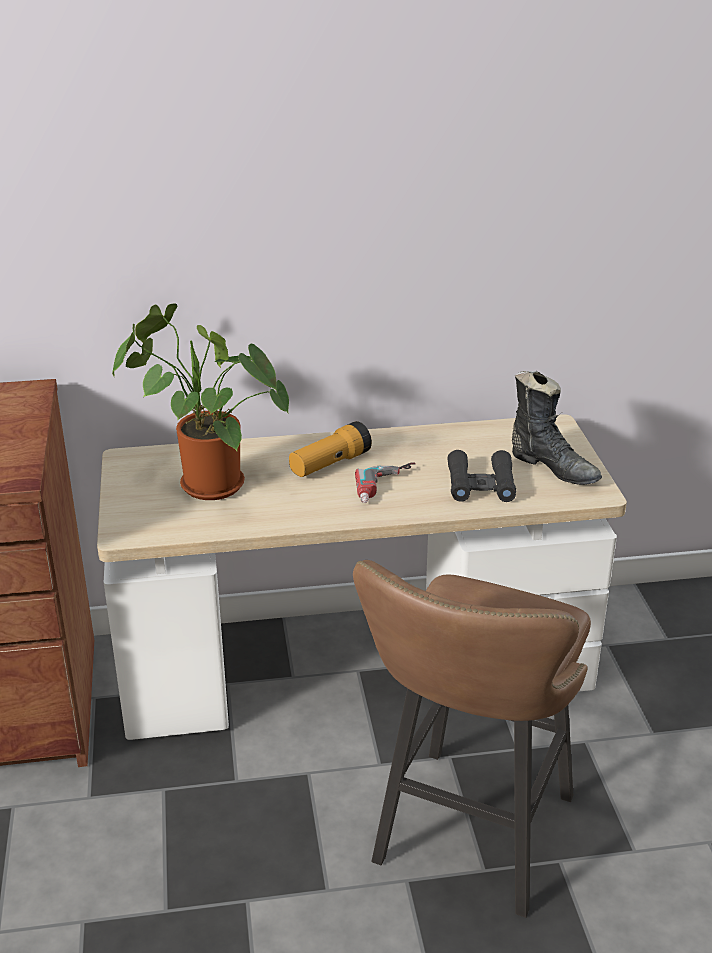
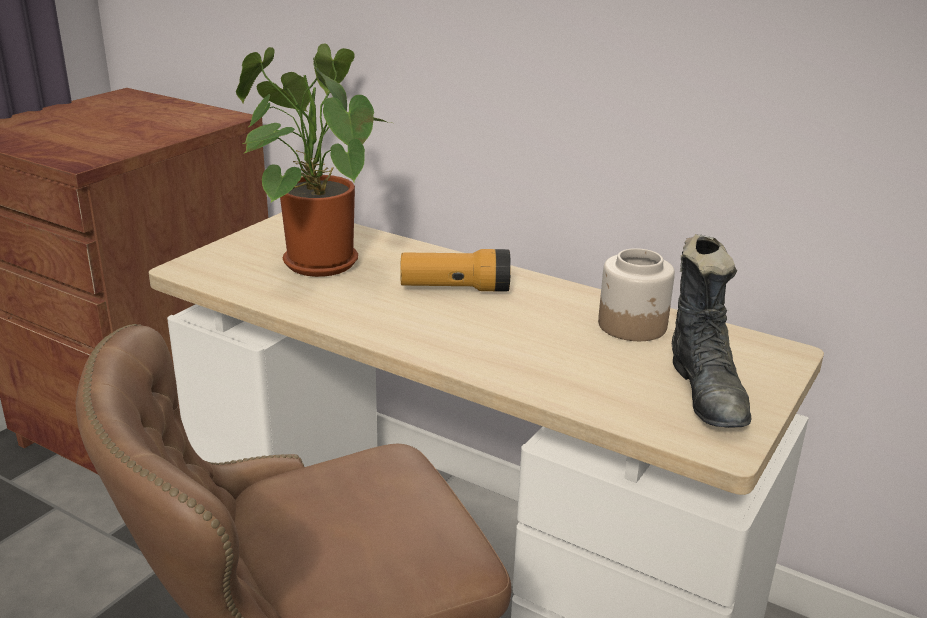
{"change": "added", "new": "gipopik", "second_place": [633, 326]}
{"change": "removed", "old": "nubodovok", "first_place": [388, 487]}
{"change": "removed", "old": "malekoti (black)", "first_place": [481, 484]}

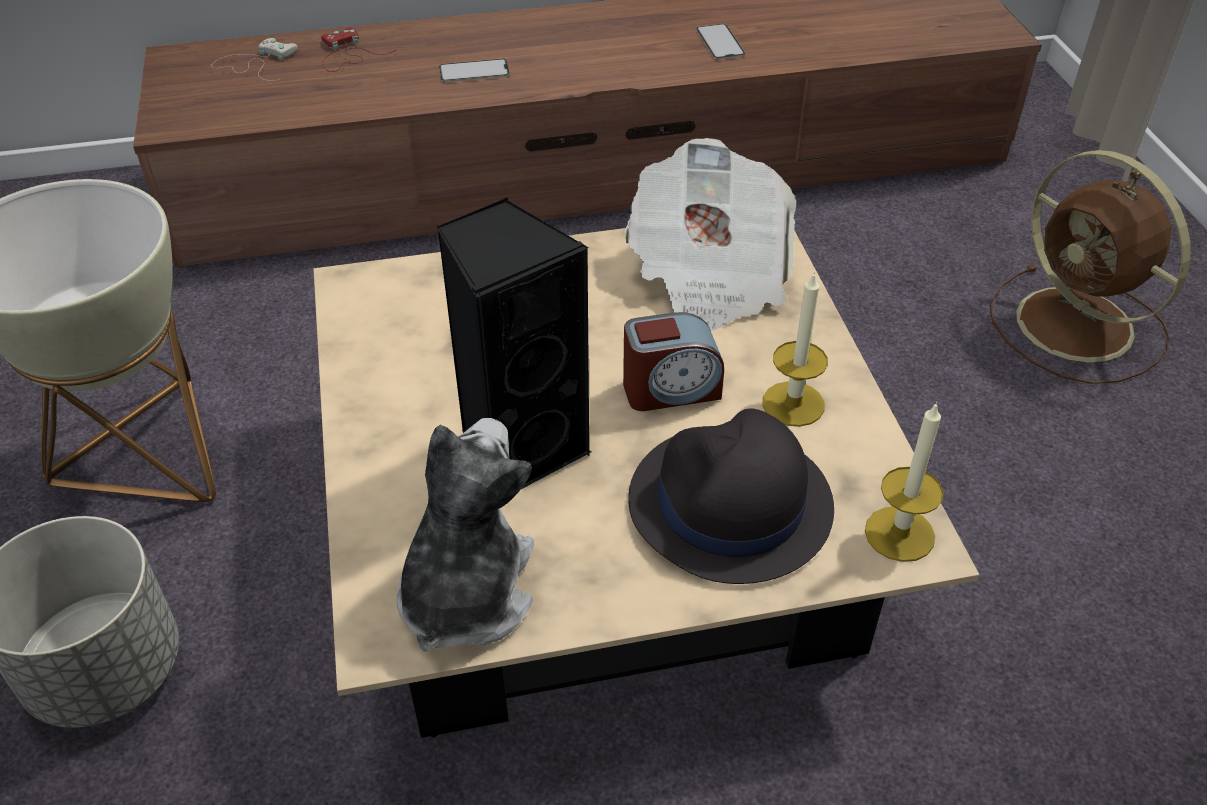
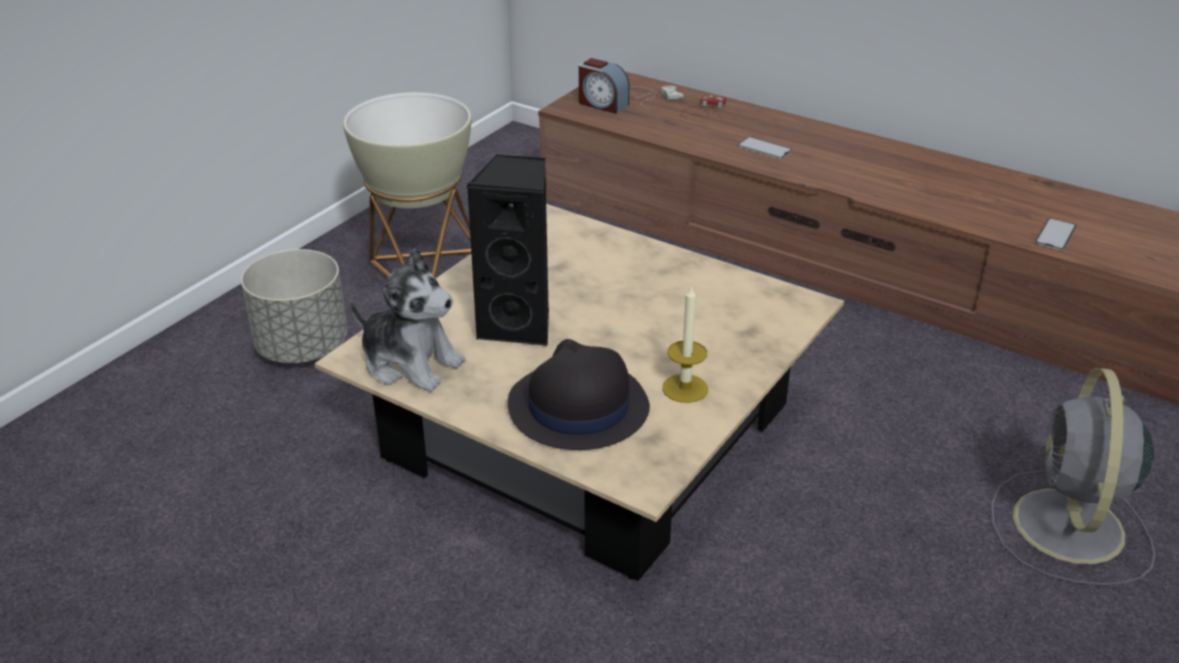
{"change": "turned", "old": "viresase", "first_place": [466, 592], "second_place": [411, 363], "degrees": 60}
{"change": "moved", "old": "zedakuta", "first_place": [671, 389], "second_place": [602, 104]}
{"change": "recoloured", "old": "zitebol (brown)", "new": "zitebol (grey)", "first_place": [1078, 327], "second_place": [1069, 529]}
{"change": "moved", "old": "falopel", "first_place": [720, 42], "second_place": [1055, 235]}
{"change": "removed", "old": "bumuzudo", "first_place": [708, 276]}
{"change": "removed", "old": "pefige", "first_place": [899, 534]}

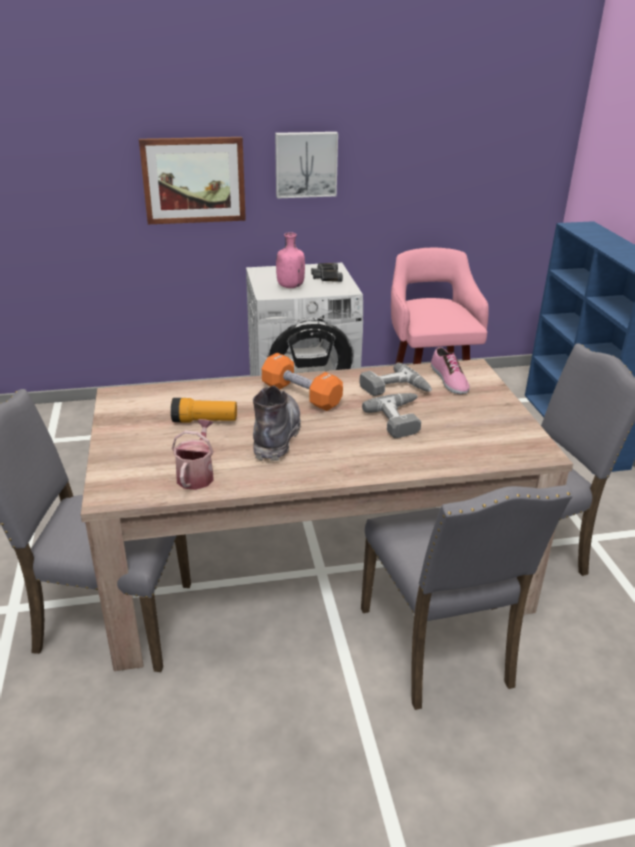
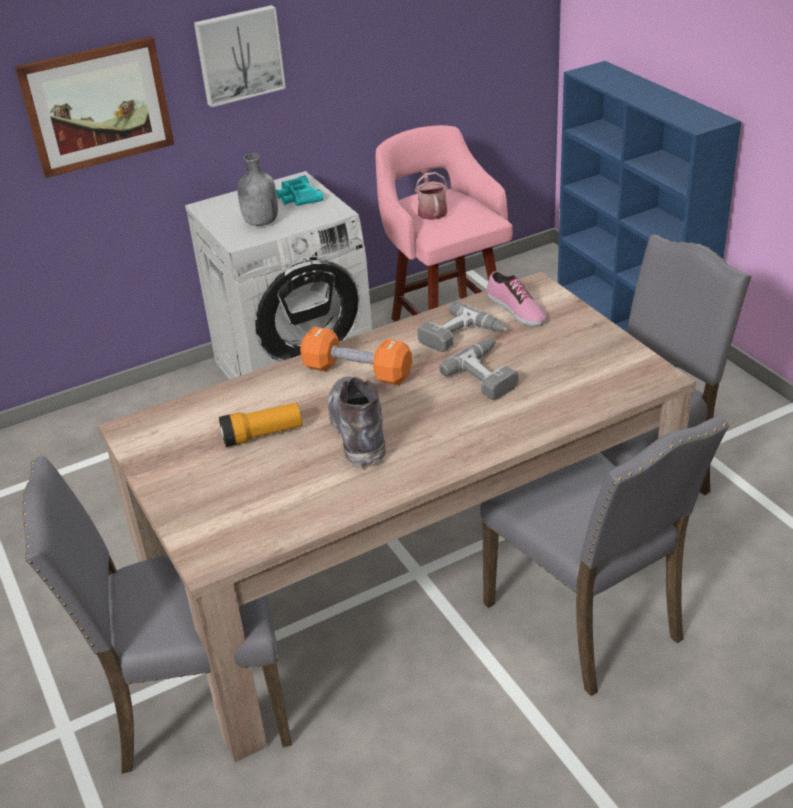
{"change": "recoloured", "old": "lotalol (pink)", "new": "lotalol (grey)", "first_place": [290, 286], "second_place": [260, 222]}
{"change": "recoloured", "old": "malekoti (black)", "new": "malekoti (turquoise)", "first_place": [326, 276], "second_place": [298, 197]}
{"change": "moved", "old": "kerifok", "first_place": [197, 474], "second_place": [431, 210]}

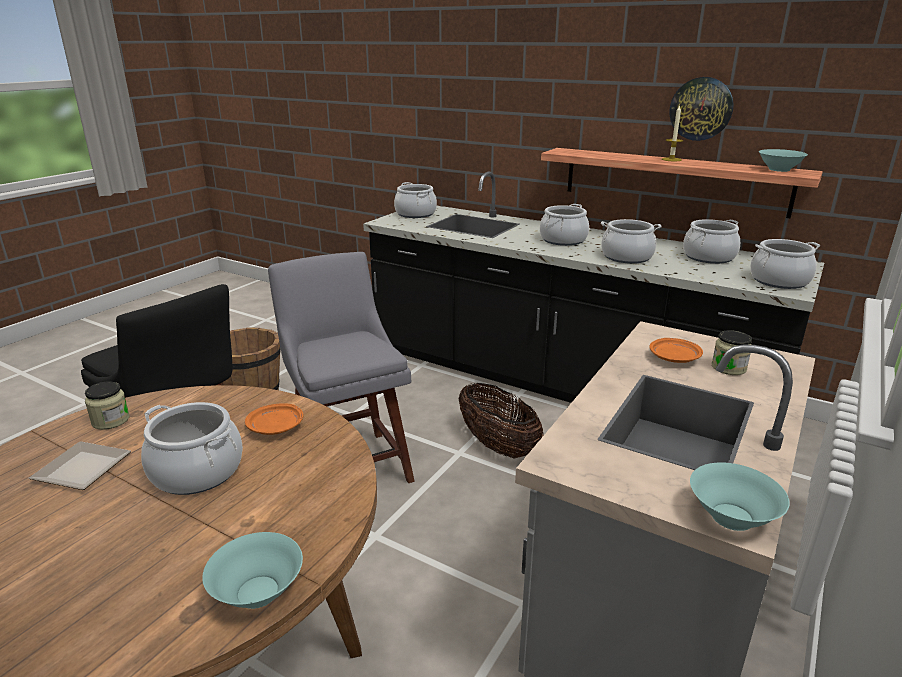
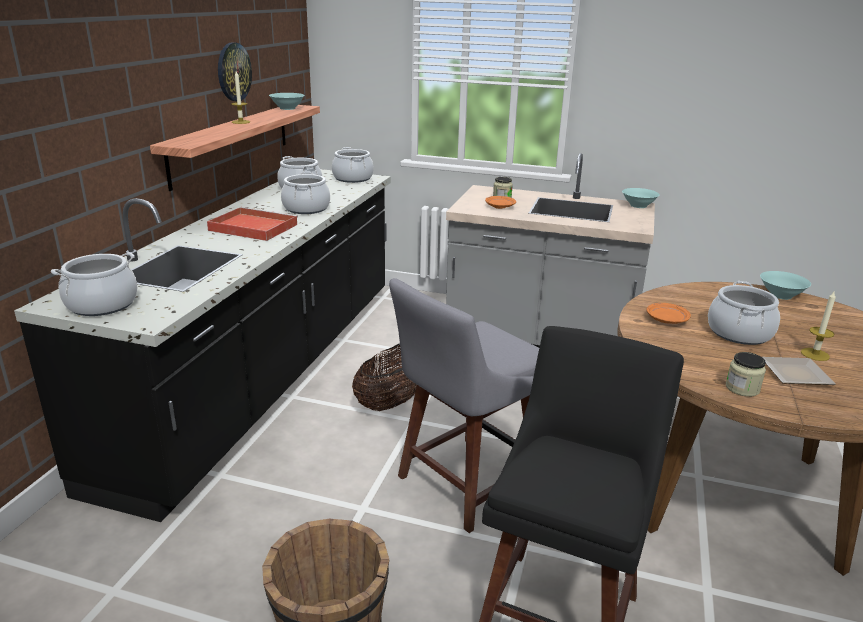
{"change": "replaced", "old": "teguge", "new": "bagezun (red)", "first_place": [563, 240], "second_place": [251, 227]}
{"change": "added", "new": "pefige", "second_place": [815, 354]}

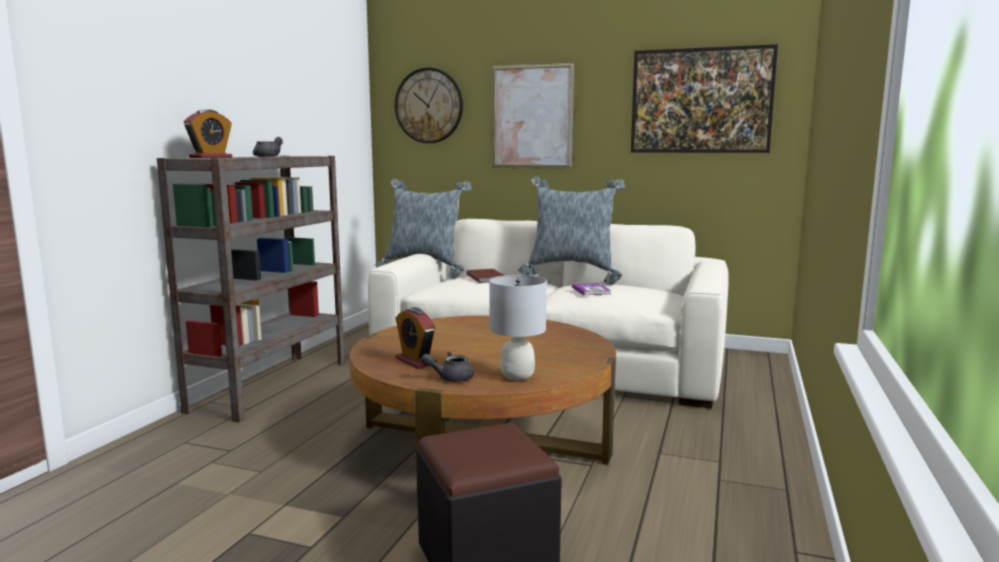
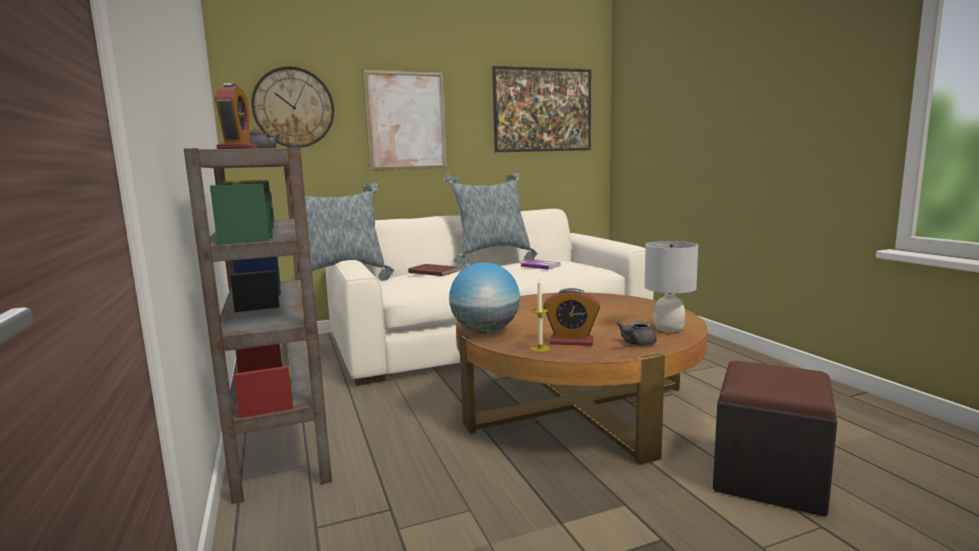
{"change": "added", "new": "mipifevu", "second_place": [485, 331]}
{"change": "added", "new": "pefige", "second_place": [540, 348]}

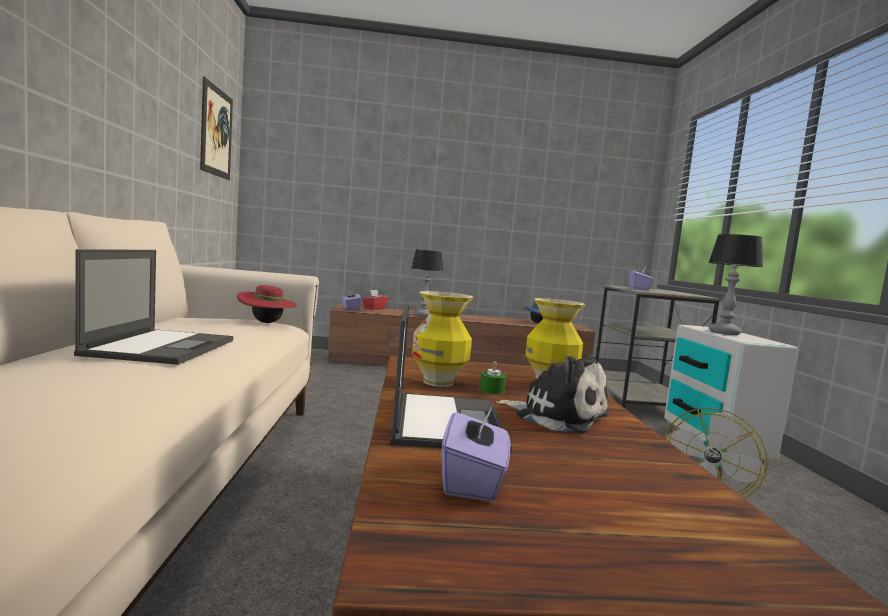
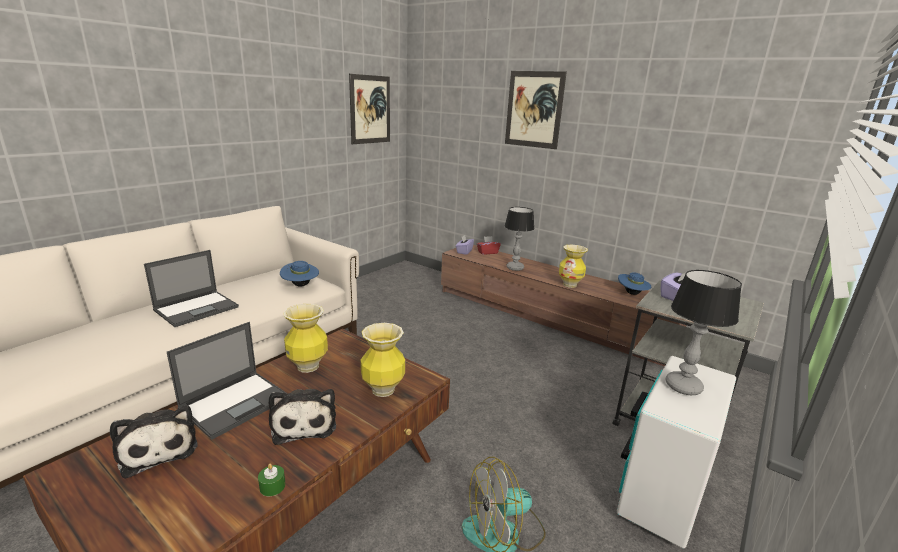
{"change": "replaced", "old": "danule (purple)", "new": "viresase", "first_place": [473, 481], "second_place": [158, 448]}
{"change": "moved", "old": "pefige (green)", "first_place": [492, 390], "second_place": [272, 486]}
{"change": "recoloured", "old": "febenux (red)", "new": "febenux (blue)", "first_place": [266, 322], "second_place": [300, 285]}
{"change": "added", "new": "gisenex", "second_place": [534, 109]}
{"change": "added", "new": "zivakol", "second_place": [570, 285]}

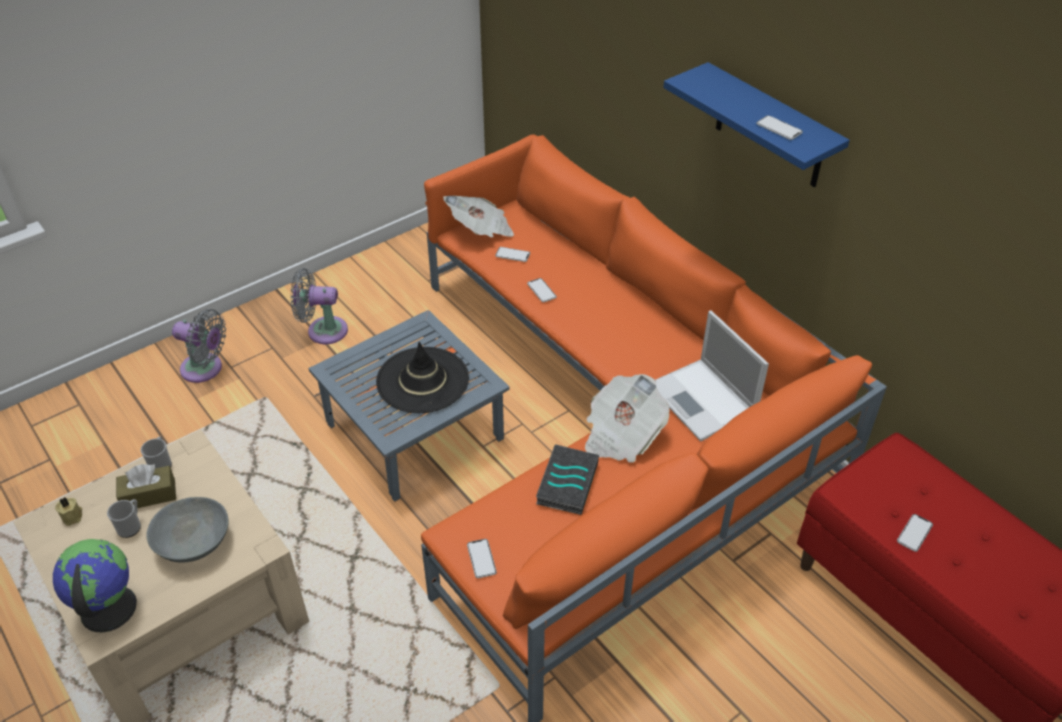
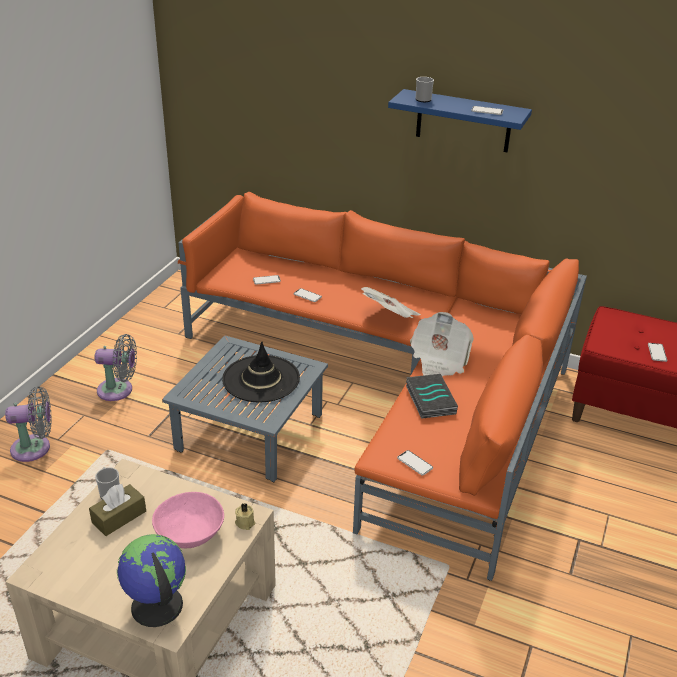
{"change": "turned", "old": "zitebol (grey)", "first_place": [323, 330], "second_place": [119, 390], "degrees": -150}
{"change": "recoloured", "old": "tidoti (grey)", "new": "tidoti (pink)", "first_place": [193, 544], "second_place": [190, 534]}
{"change": "moved", "old": "pefige (beige)", "first_place": [73, 516], "second_place": [245, 522]}
{"change": "moved", "old": "bumuzudo", "first_place": [480, 229], "second_place": [390, 317]}
{"change": "moved", "old": "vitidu", "first_place": [131, 526], "second_place": [423, 99]}
{"change": "removed", "old": "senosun", "first_place": [703, 401]}

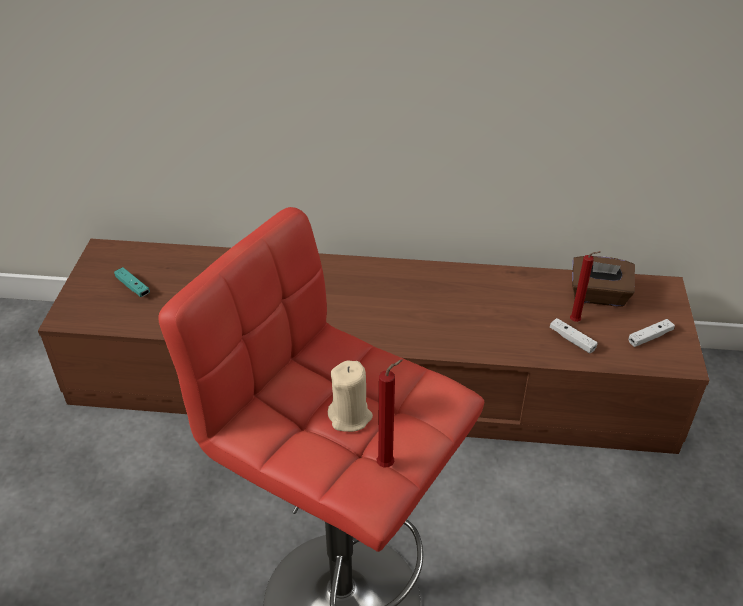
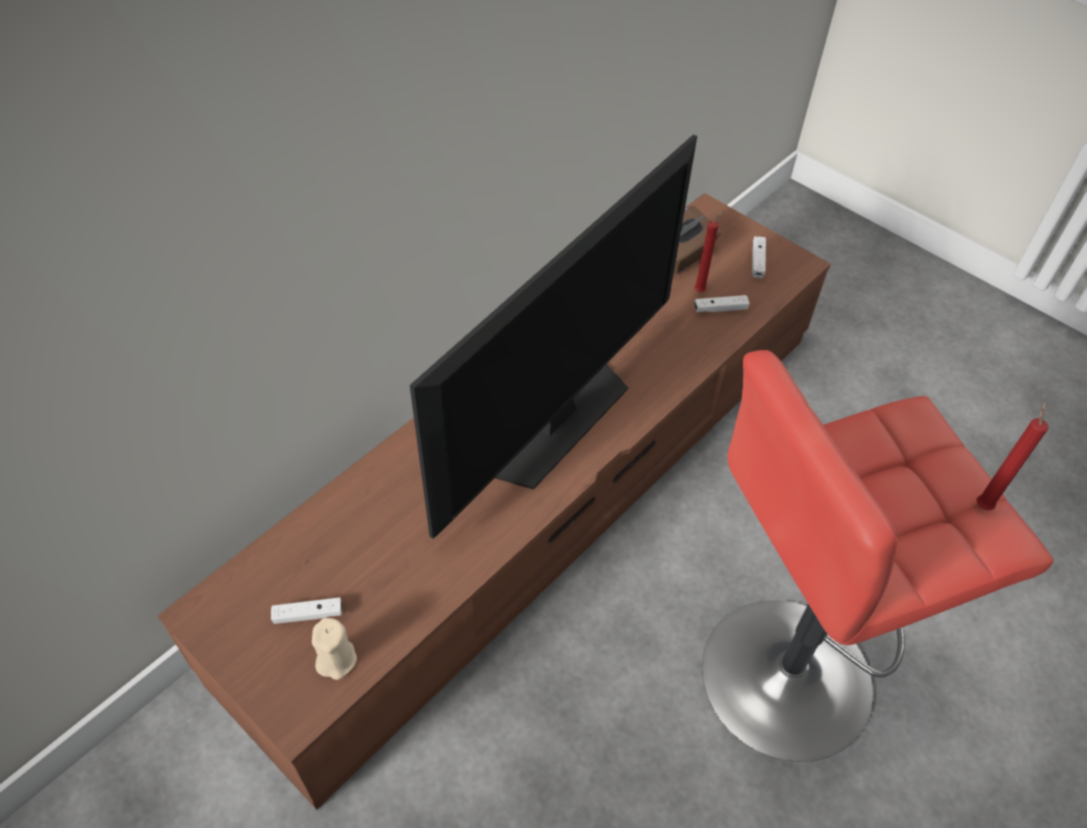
{"change": "recoloured", "old": "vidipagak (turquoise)", "new": "vidipagak (white)", "first_place": [133, 287], "second_place": [308, 614]}
{"change": "moved", "old": "pefige (beige)", "first_place": [350, 416], "second_place": [336, 659]}
{"change": "added", "new": "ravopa", "second_place": [555, 420]}

